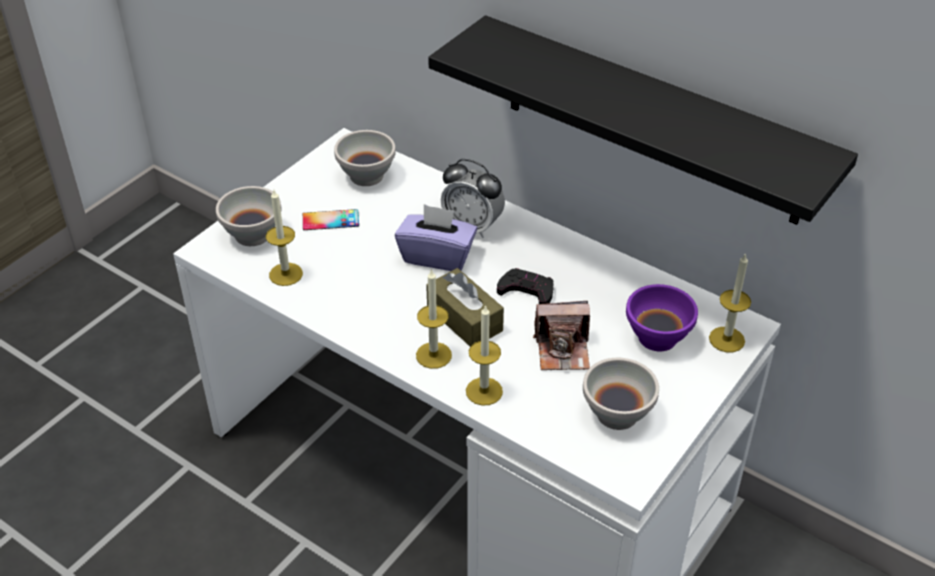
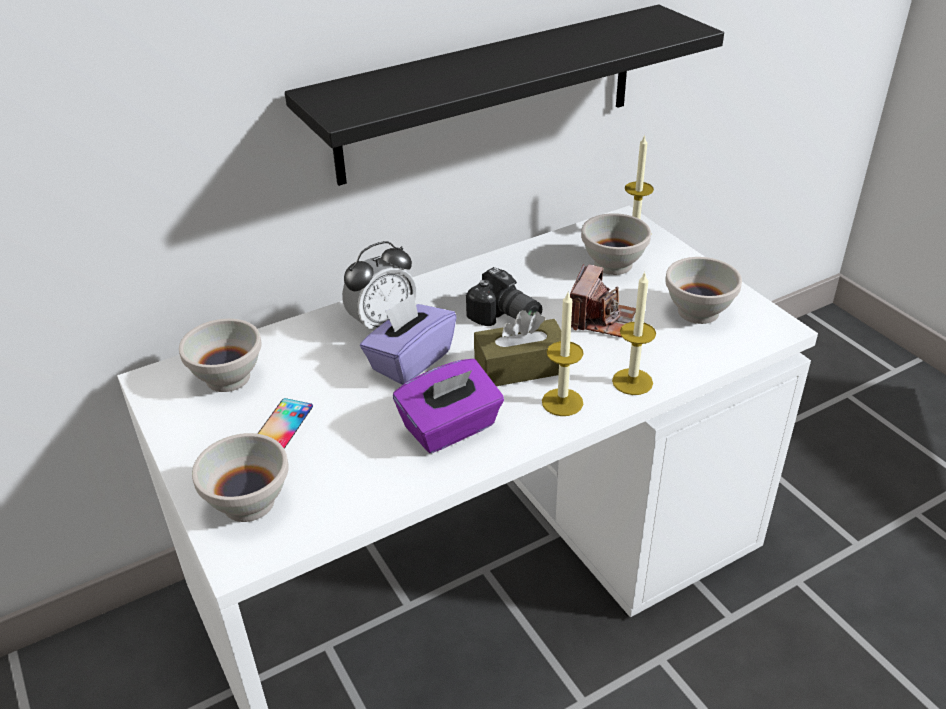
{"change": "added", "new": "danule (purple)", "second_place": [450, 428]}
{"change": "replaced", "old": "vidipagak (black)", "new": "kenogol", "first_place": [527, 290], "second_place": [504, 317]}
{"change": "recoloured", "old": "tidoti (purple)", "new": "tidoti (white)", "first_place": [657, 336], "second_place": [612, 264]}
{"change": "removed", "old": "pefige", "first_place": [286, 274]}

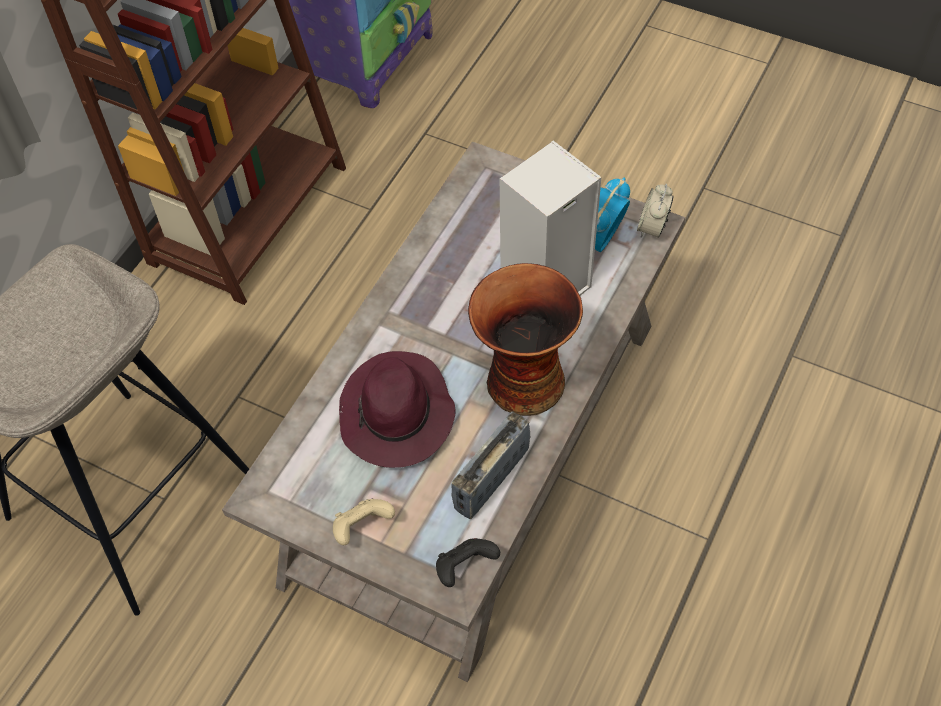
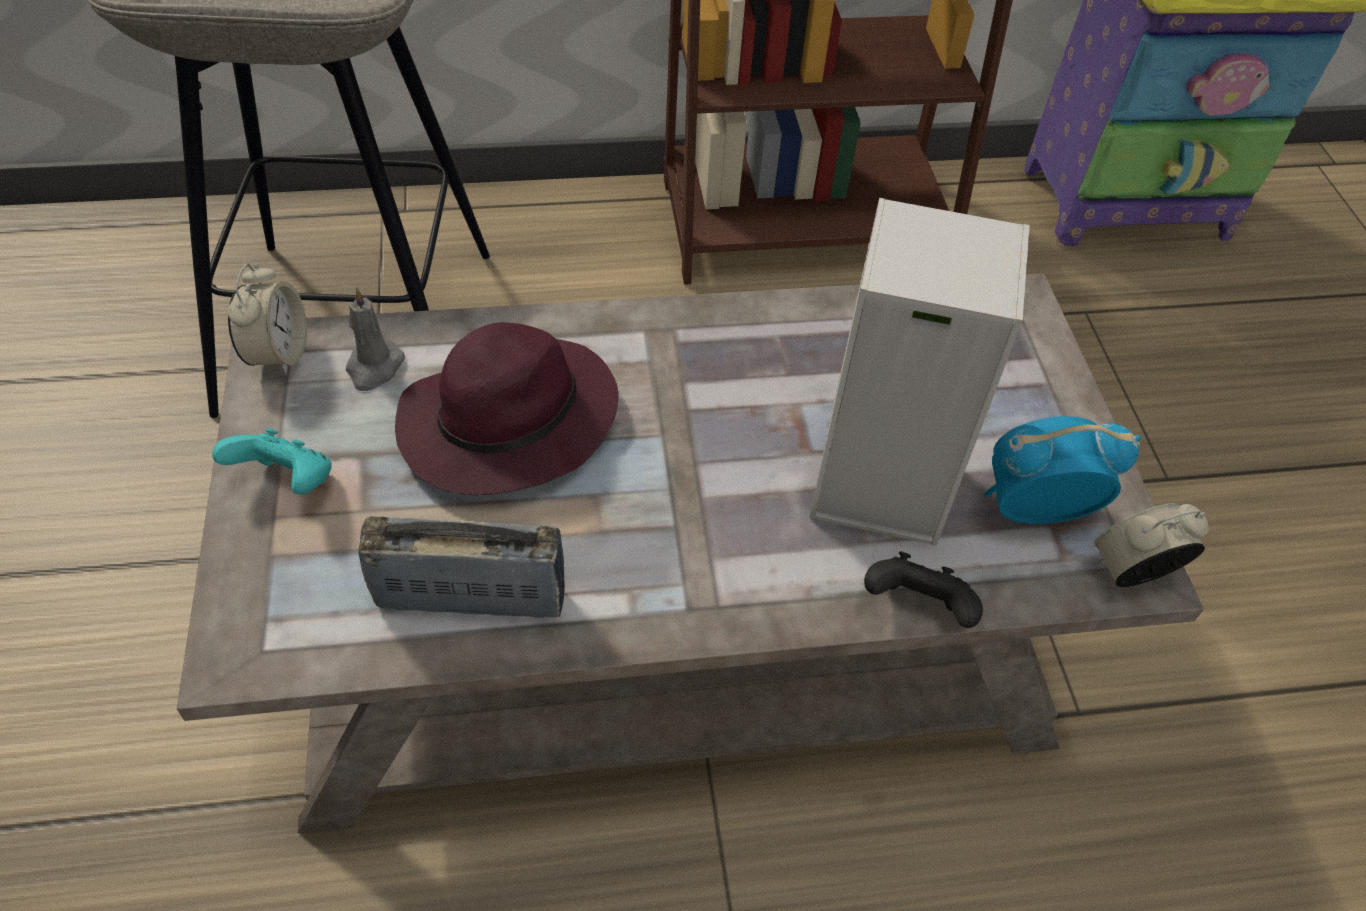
{"change": "recoloured", "old": "vidipagak (beige)", "new": "vidipagak (turquoise)", "first_place": [362, 528], "second_place": [287, 482]}
{"change": "added", "new": "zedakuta", "second_place": [278, 354]}
{"change": "added", "new": "pefige (grey)", "second_place": [374, 368]}
{"change": "moved", "old": "vidipagak (black)", "first_place": [464, 568], "second_place": [917, 607]}
{"change": "removed", "old": "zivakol", "first_place": [522, 382]}

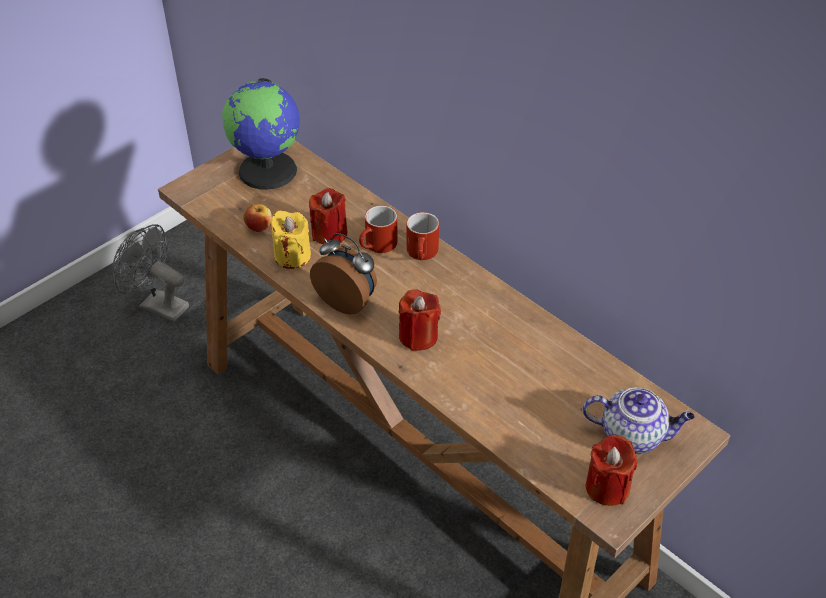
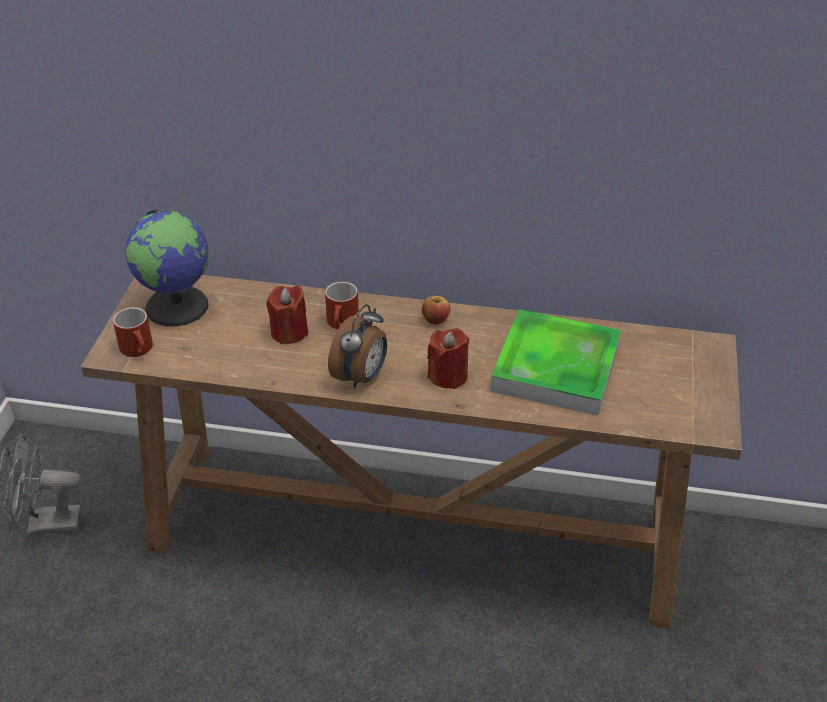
{"change": "moved", "old": "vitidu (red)", "first_place": [423, 254], "second_place": [139, 350]}
{"change": "turned", "old": "zedakuta", "first_place": [347, 301], "second_place": [361, 377], "degrees": 120}
{"change": "moved", "old": "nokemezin", "first_place": [259, 227], "second_place": [435, 320]}
{"change": "added", "new": "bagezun", "second_place": [556, 368]}
{"change": "removed", "old": "pefige (yellow)", "first_place": [292, 256]}
{"change": "removed", "old": "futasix", "first_place": [633, 435]}
{"change": "removed", "old": "pefige (red)", "first_place": [607, 487]}

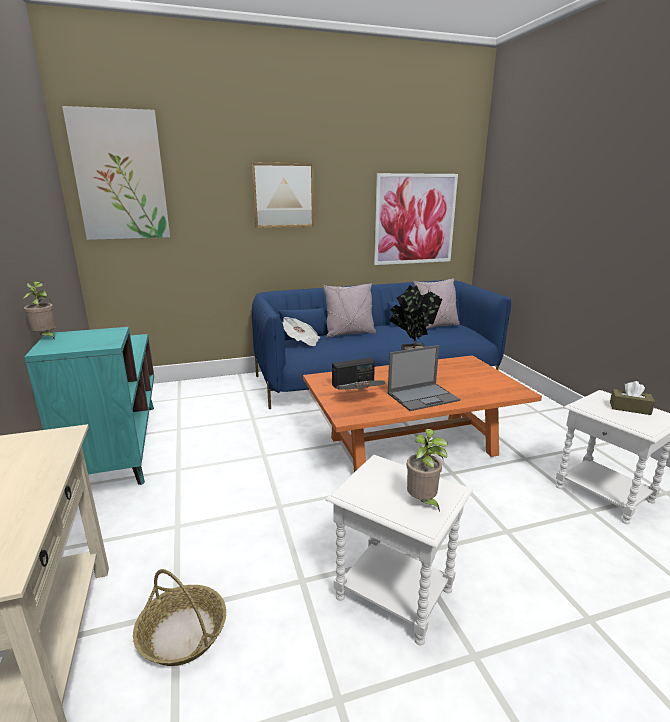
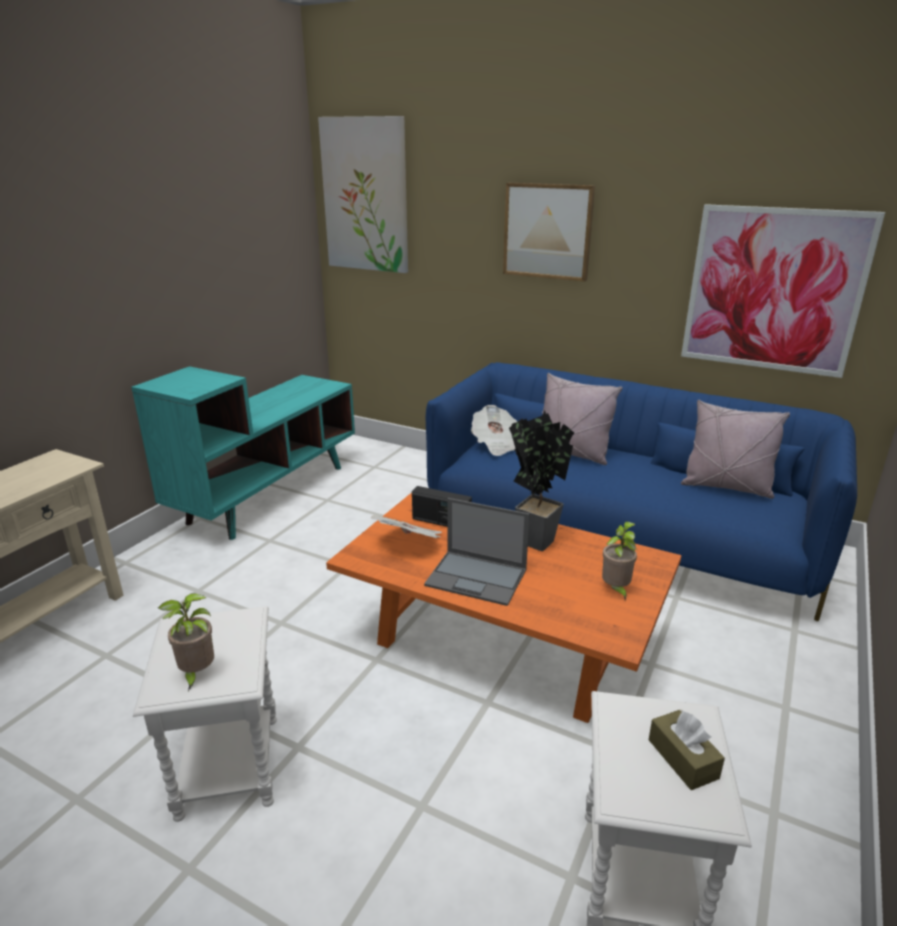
{"change": "moved", "old": "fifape", "first_place": [46, 337], "second_place": [615, 590]}
{"change": "removed", "old": "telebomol", "first_place": [182, 633]}

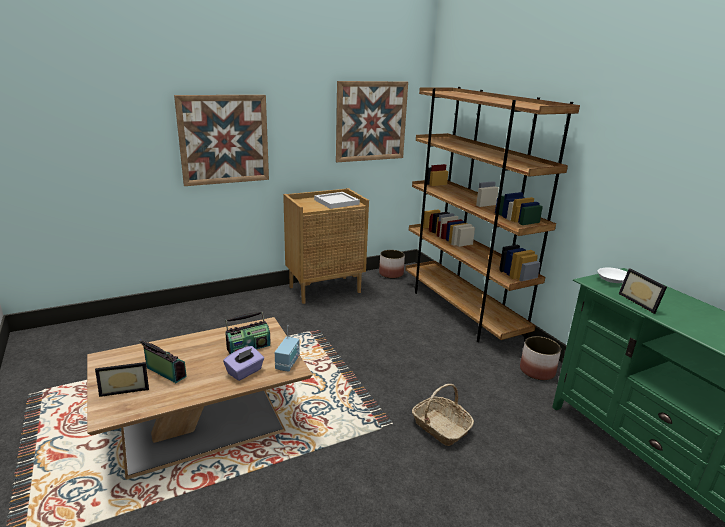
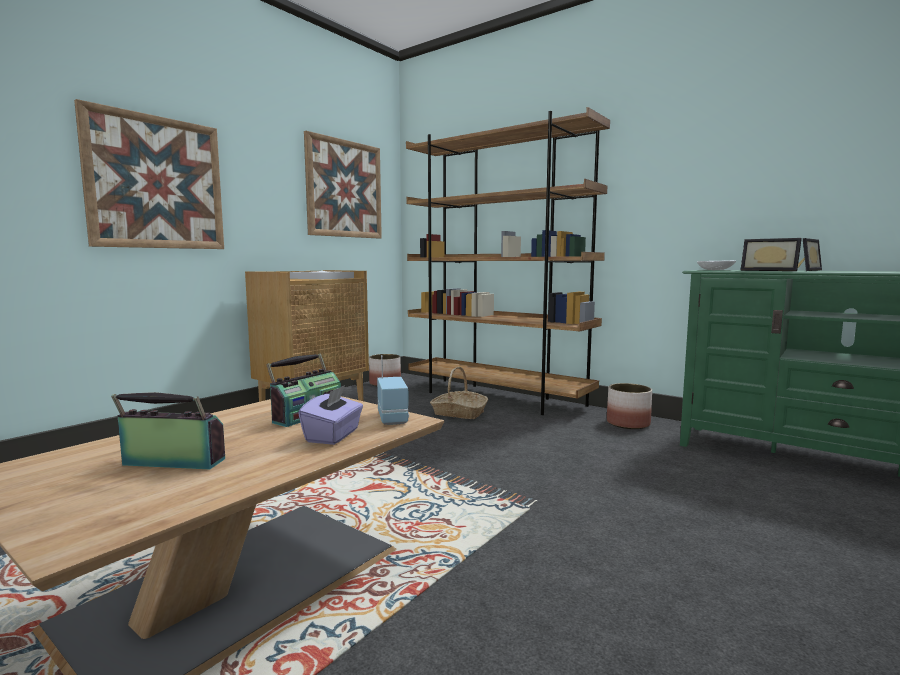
{"change": "moved", "old": "telebomol", "first_place": [440, 427], "second_place": [459, 413]}
{"change": "moved", "old": "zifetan", "first_place": [125, 388], "second_place": [804, 270]}

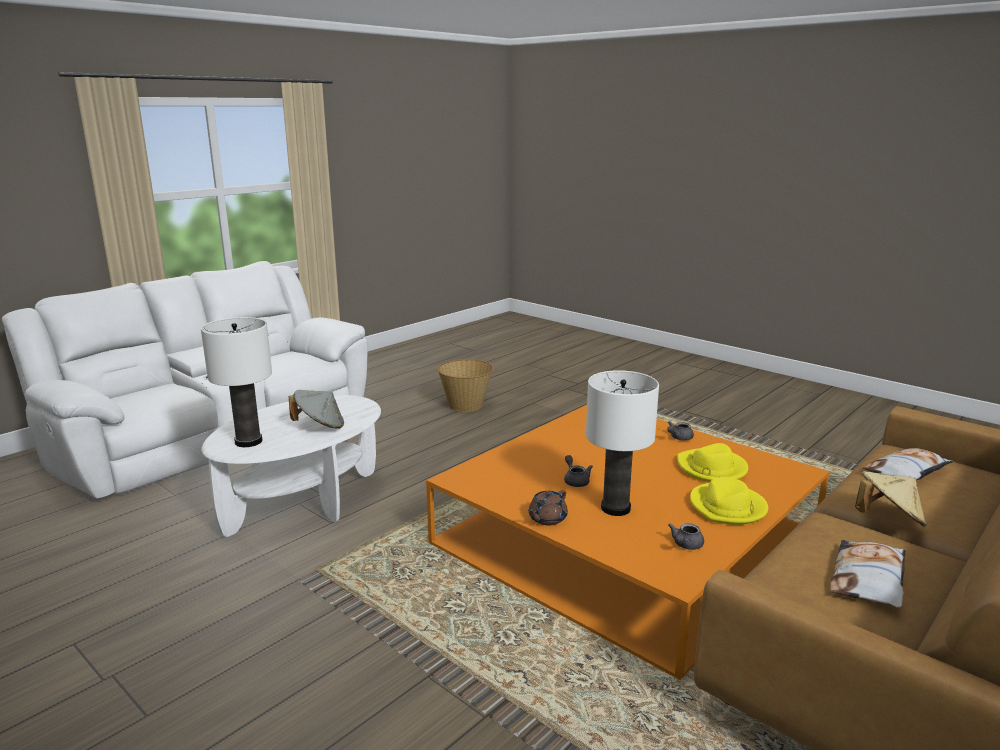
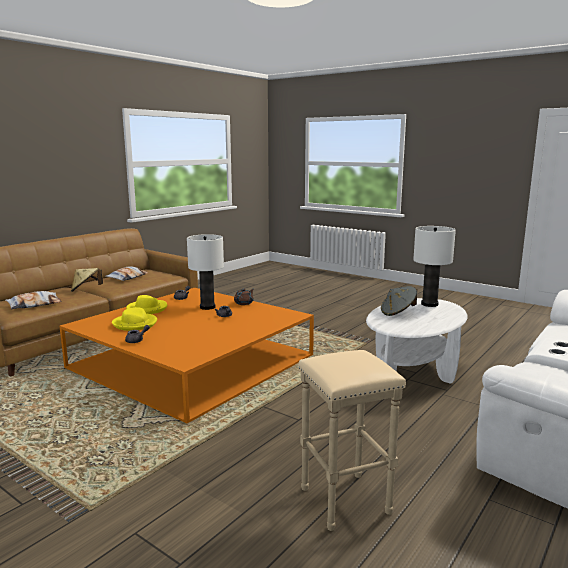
{"change": "replaced", "old": "telebomol", "new": "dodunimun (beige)", "first_place": [466, 405], "second_place": [343, 499]}

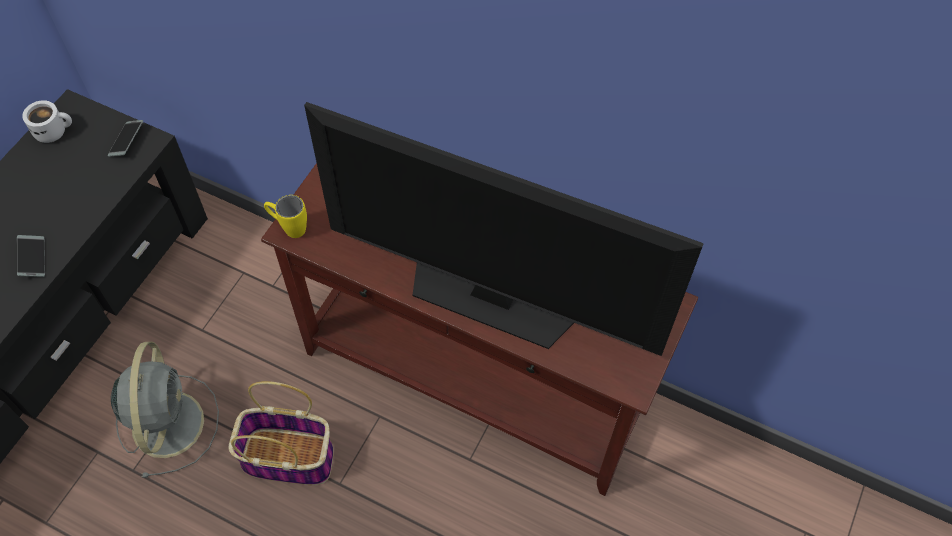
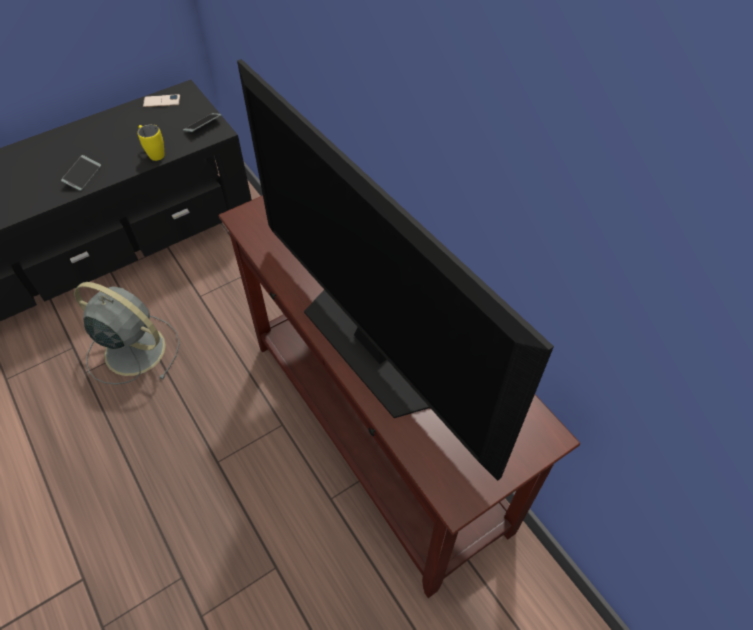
{"change": "turned", "old": "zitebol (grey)", "first_place": [168, 421], "second_place": [132, 349], "degrees": -90}
{"change": "moved", "old": "vitidu (yellow)", "first_place": [289, 227], "second_place": [154, 153]}
{"change": "replaced", "old": "vitidu (white)", "new": "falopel", "first_place": [54, 131], "second_place": [161, 101]}
{"change": "removed", "old": "telebomol", "first_place": [290, 457]}

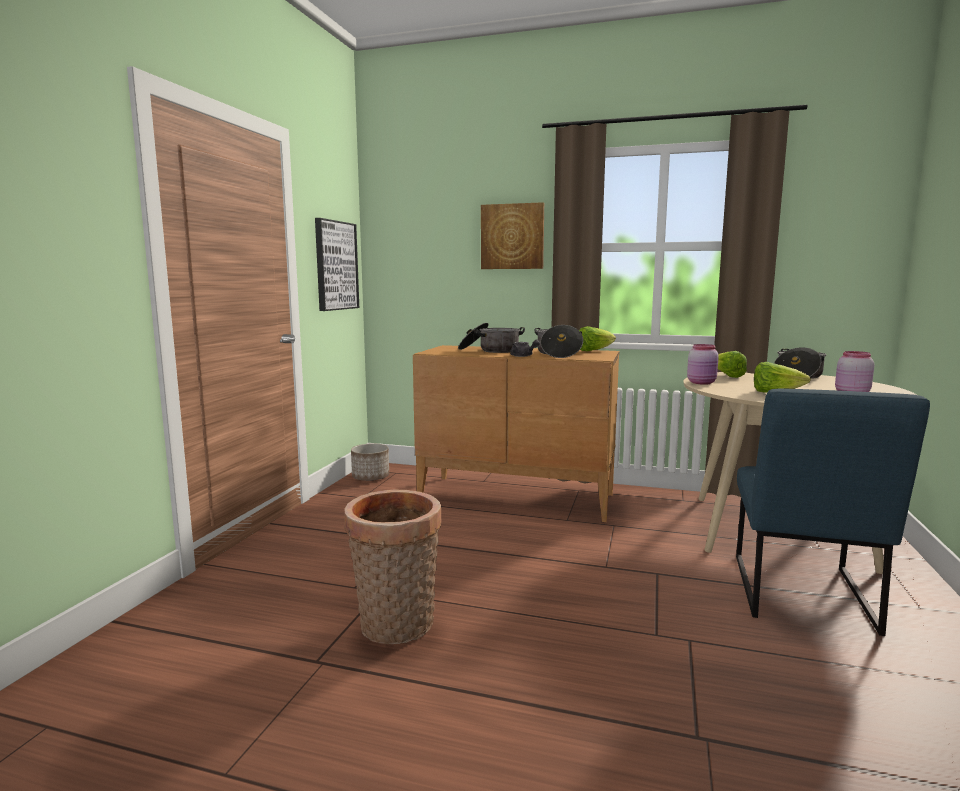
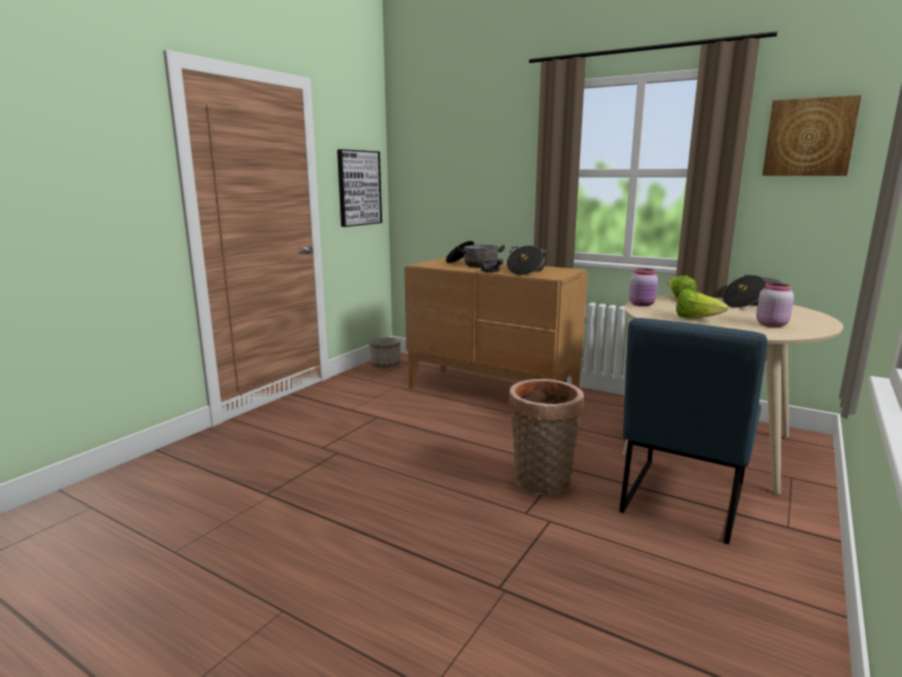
{"change": "moved", "old": "telebomol", "first_place": [396, 627], "second_place": [541, 483]}
{"change": "moved", "old": "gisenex", "first_place": [512, 236], "second_place": [809, 137]}
{"change": "removed", "old": "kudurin", "first_place": [594, 351]}

